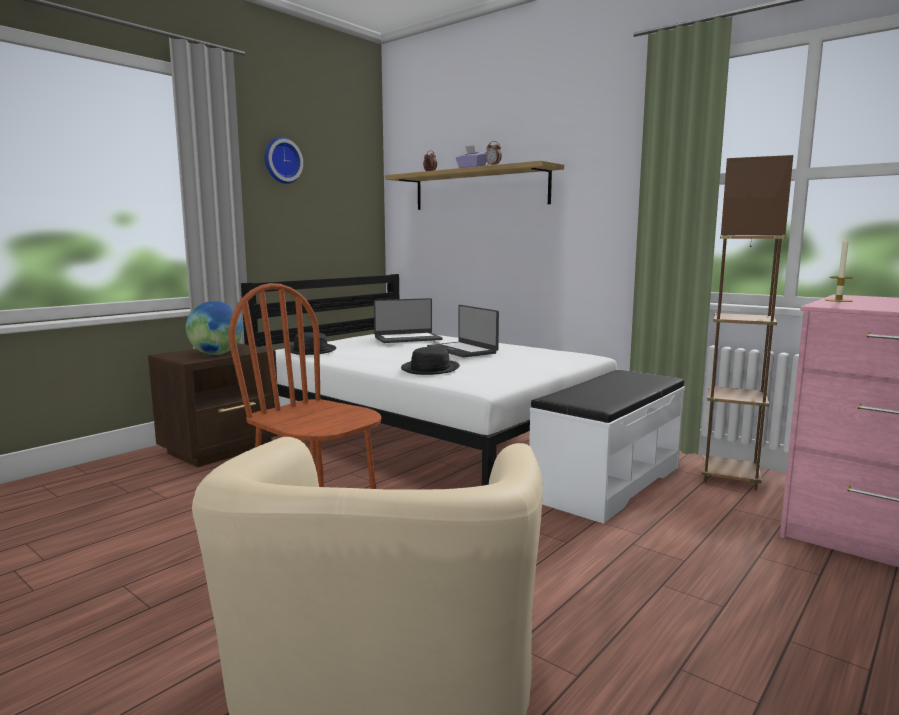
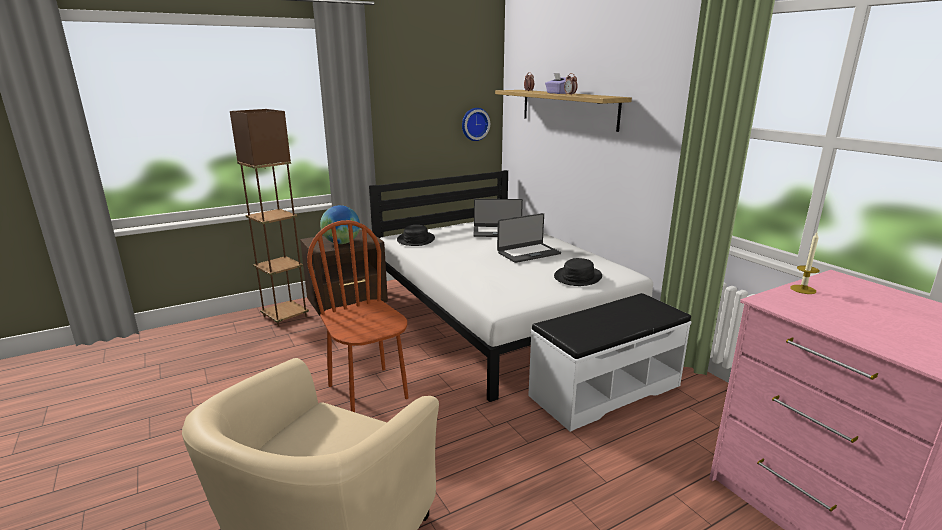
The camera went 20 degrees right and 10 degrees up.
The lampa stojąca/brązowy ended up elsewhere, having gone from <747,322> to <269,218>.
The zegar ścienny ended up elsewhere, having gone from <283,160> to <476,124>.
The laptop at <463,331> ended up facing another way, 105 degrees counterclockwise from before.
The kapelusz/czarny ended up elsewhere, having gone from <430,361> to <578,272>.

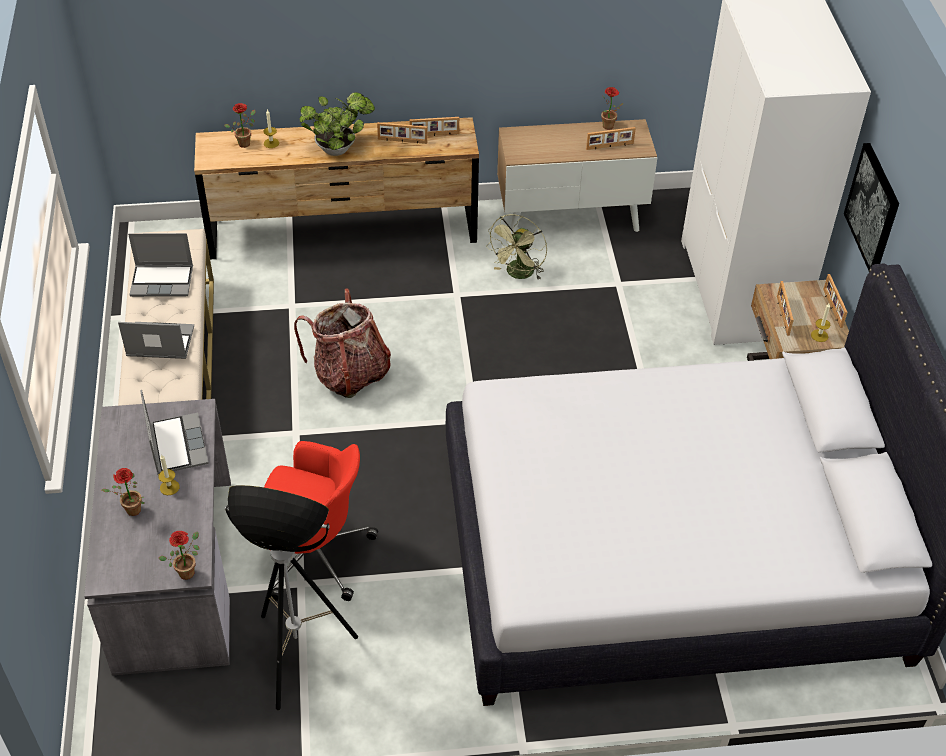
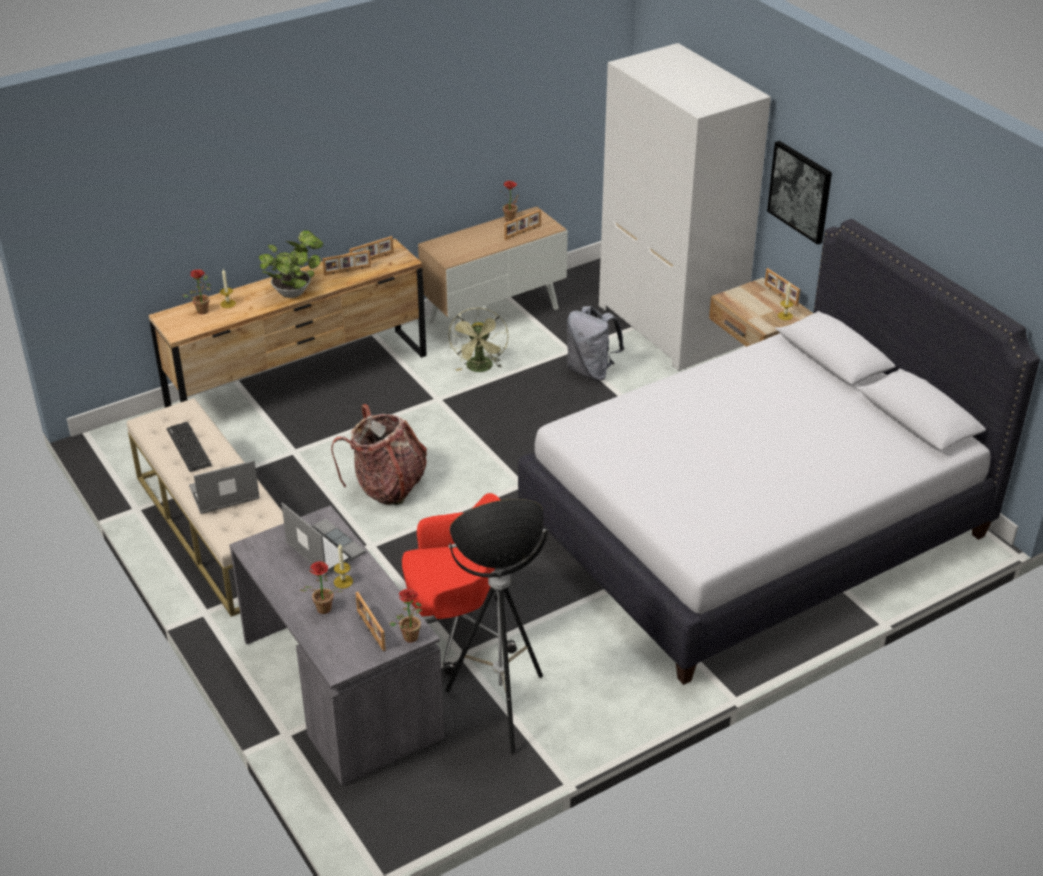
The camera went 25 degrees left and 10 degrees down.
Where the laptop stood at <160,265>, the klawiatura came to stand at <189,447>.
The ramka na zdjęcie ended up elsewhere, having gone from <785,308> to <371,621>.
The second view gained the plecak/szary at <595,343>.

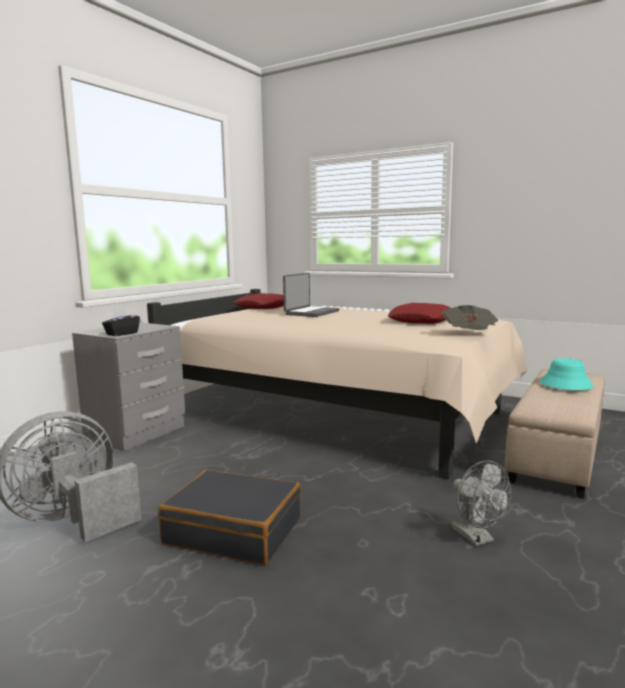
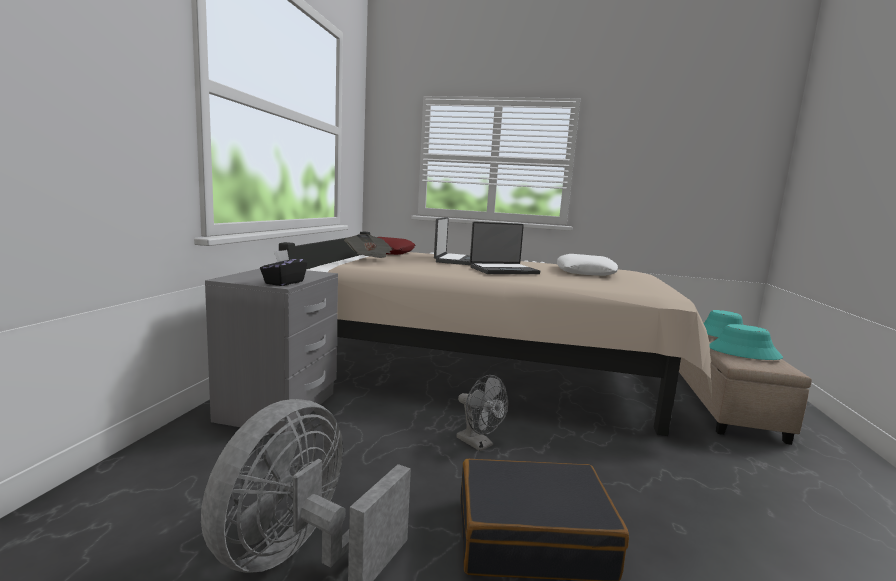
The camera went 20 degrees left and 0 degrees up.
The gazeta ended up elsewhere, having gone from <469,317> to <368,246>.
The wentylator/szary ended up elsewhere, having gone from <481,503> to <482,413>.
The second view gained the laptop at <505,248>.
What was the poduszka/czerwony at <419,313> turned into the poduszka/biały at <587,265>.
The second view gained the kapelusz/turkusowy at <746,342>.

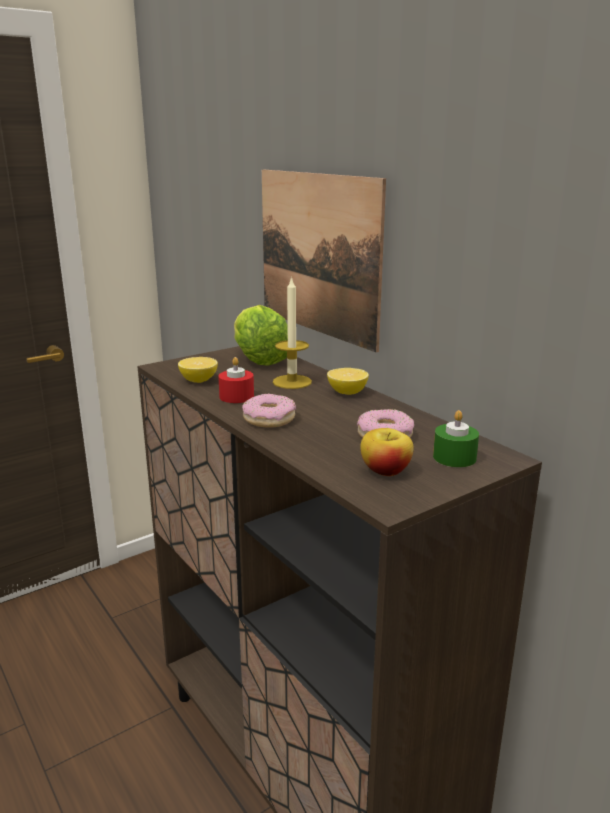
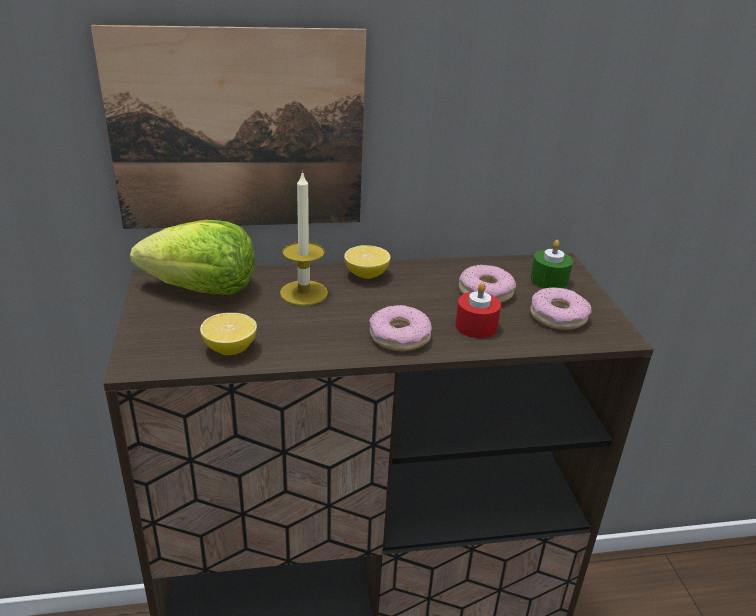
The camera went 65 degrees left and 10 degrees up.
The świeca/czerwony ended up elsewhere, having gone from <236,380> to <478,310>.
Where the jabłko stood at <387,452>, the donut came to stand at <560,308>.

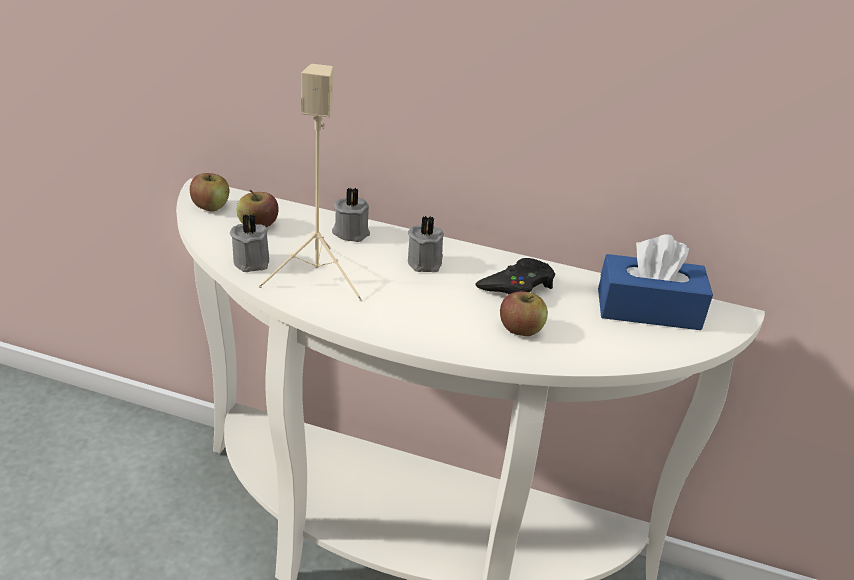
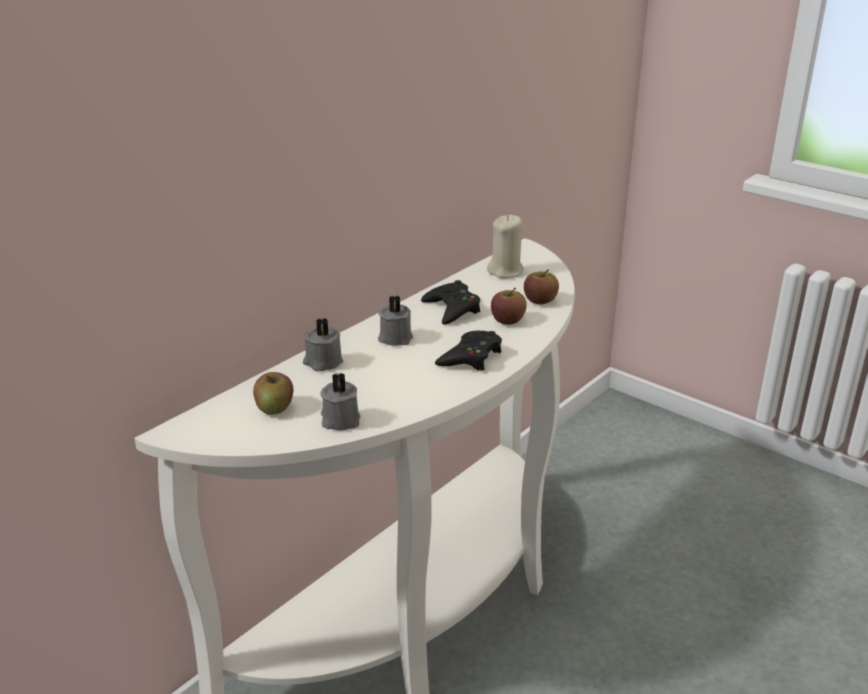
The camera went 65 degrees left and 5 degrees down.
The second view gained the pad do gier/czarny at <468,351>.
Where the pudełko chusteczek/niebieski stood at <655,282>, the świeca/beżowy came to stand at <505,246>.
The jabłko ended up elsewhere, having gone from <209,192> to <541,287>.
The second view lost the głośnik/beżowy at <310,182>.

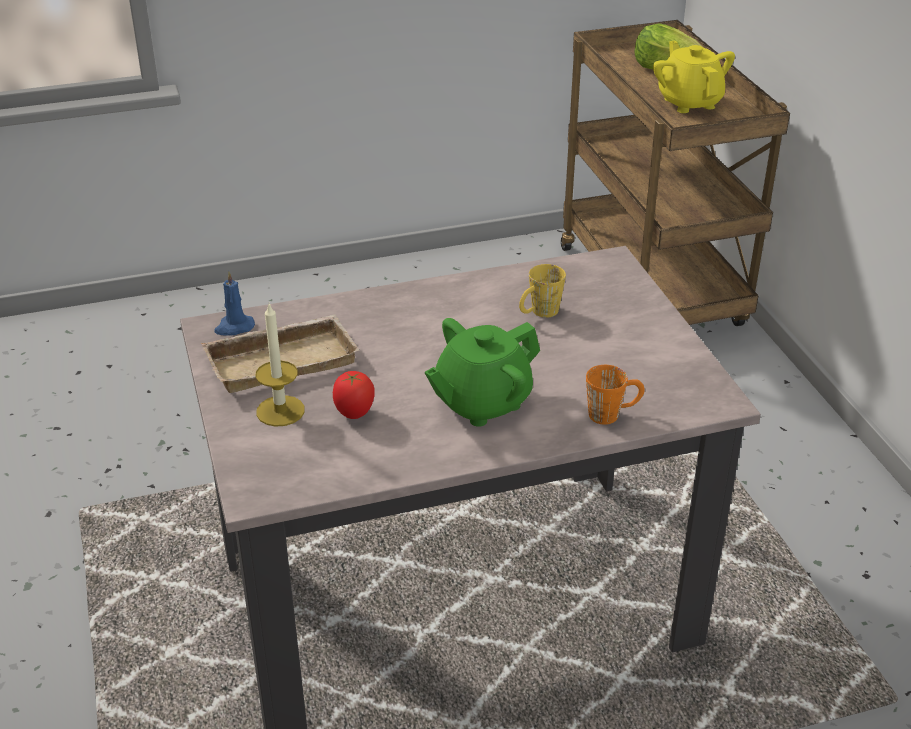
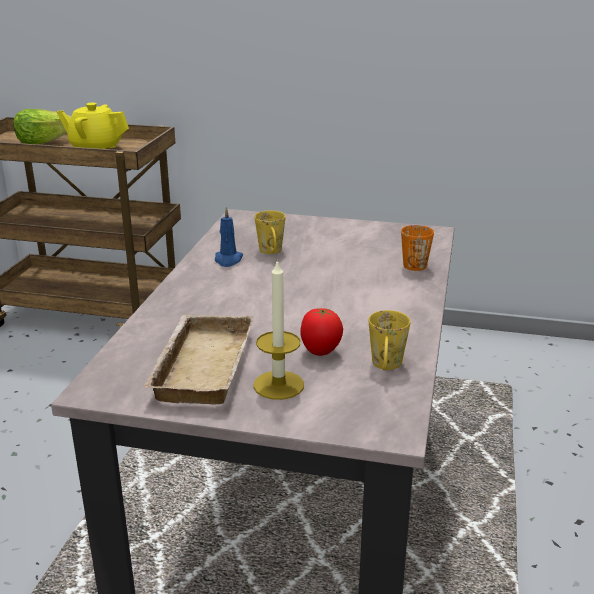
The camera went 60 degrees left and 10 degrees down.
The świeca/niebieski ended up elsewhere, having gone from <234,303> to <229,237>.
The second view gained the kubek/żółty at <390,340>.
The second view lost the imbryk/zielony at <482,372>.

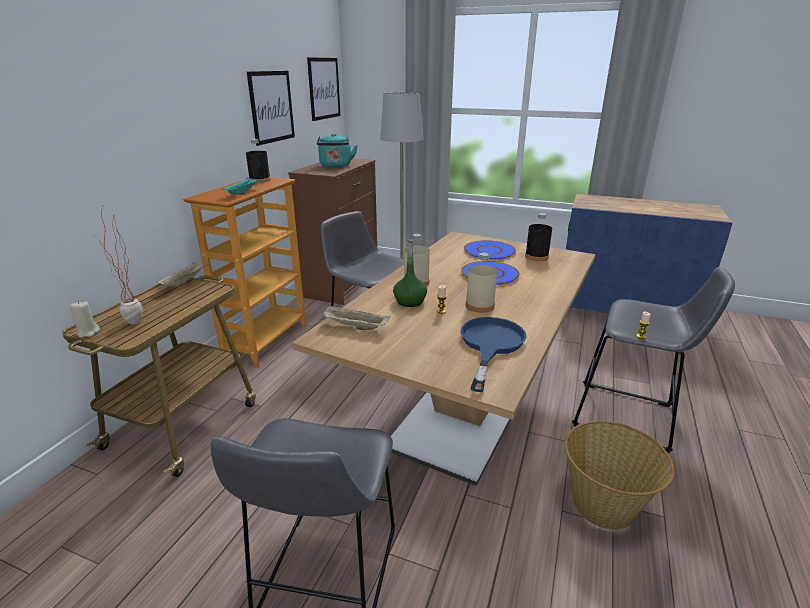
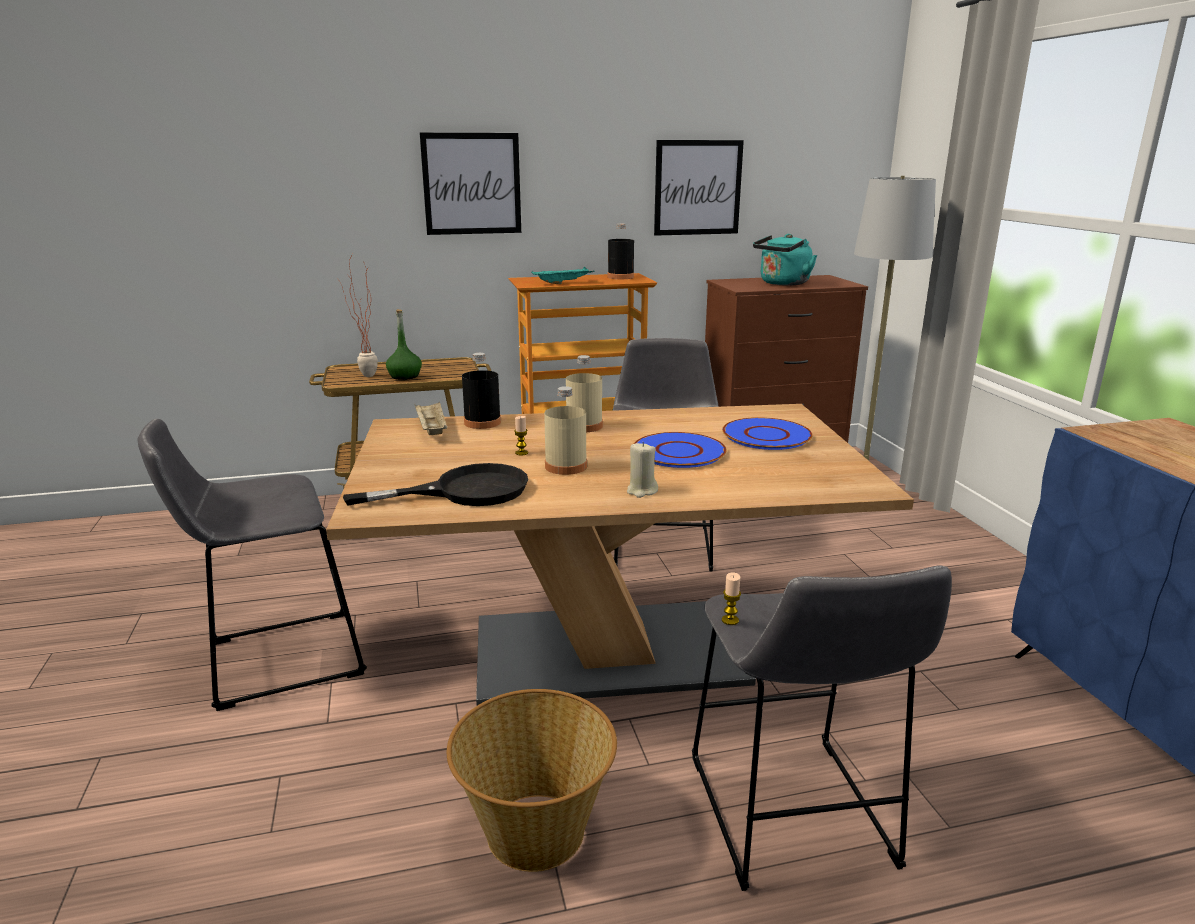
The camera went 55 degrees right and 5 degrees down.
What was the patelnia/niebieski at <493,354> turned into the patelnia/czarny at <435,484>.
The butelka/zielony ended up elsewhere, having gone from <410,273> to <404,344>.
The obraz ended up elsewhere, having gone from <324,89> to <470,184>.
The butelka/czarny ended up elsewhere, having gone from <538,237> to <481,391>.
The świeca/beżowy ended up elsewhere, having gone from <84,319> to <642,470>.
The second view lost the taca/beżowy at <182,274>.

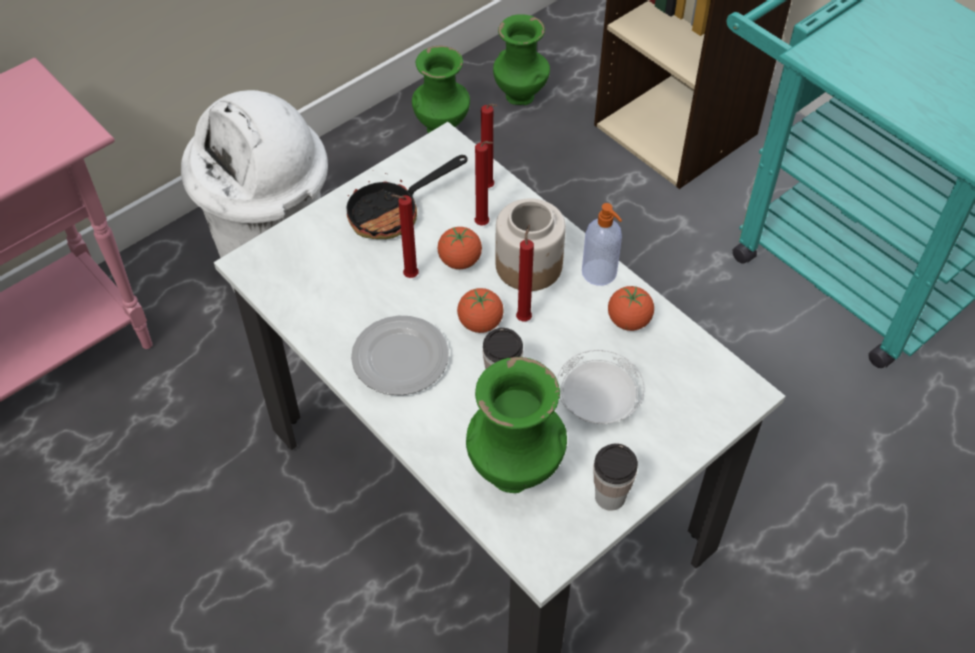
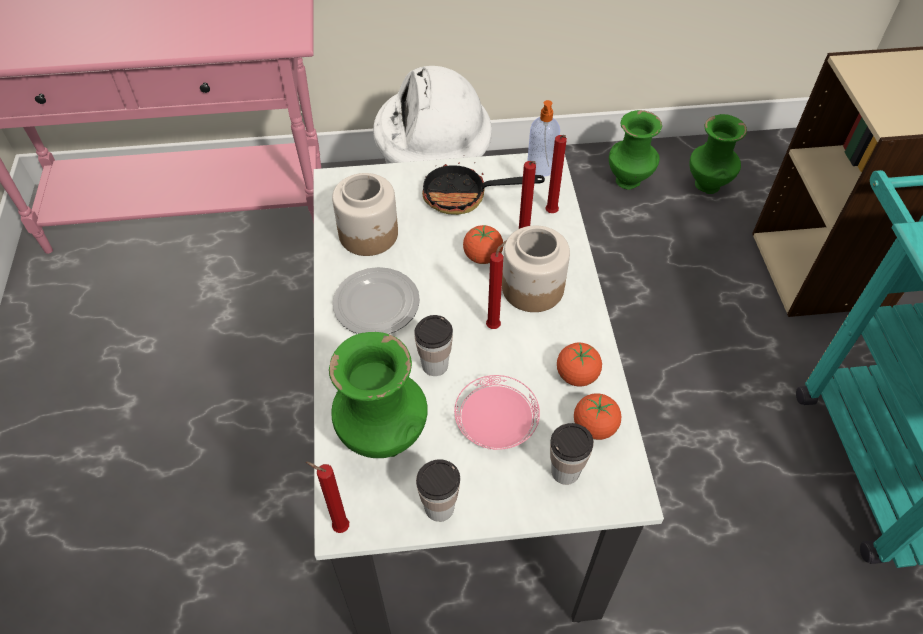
The camera went 35 degrees right and 0 degrees up.
The świeca/czerwony ended up elsewhere, having gone from <405,236> to <327,497>.
The second view gained the słoik at <365,214>.
What was the talerz/biały at <601,387> turned into the talerz/różowy at <497,412>.
The dozownik mydła ended up elsewhere, having gone from <602,244> to <543,138>.
The second view gained the filiżanka at <572,454>.
The pomidor ended up elsewhere, having gone from <480,310> to <597,416>.

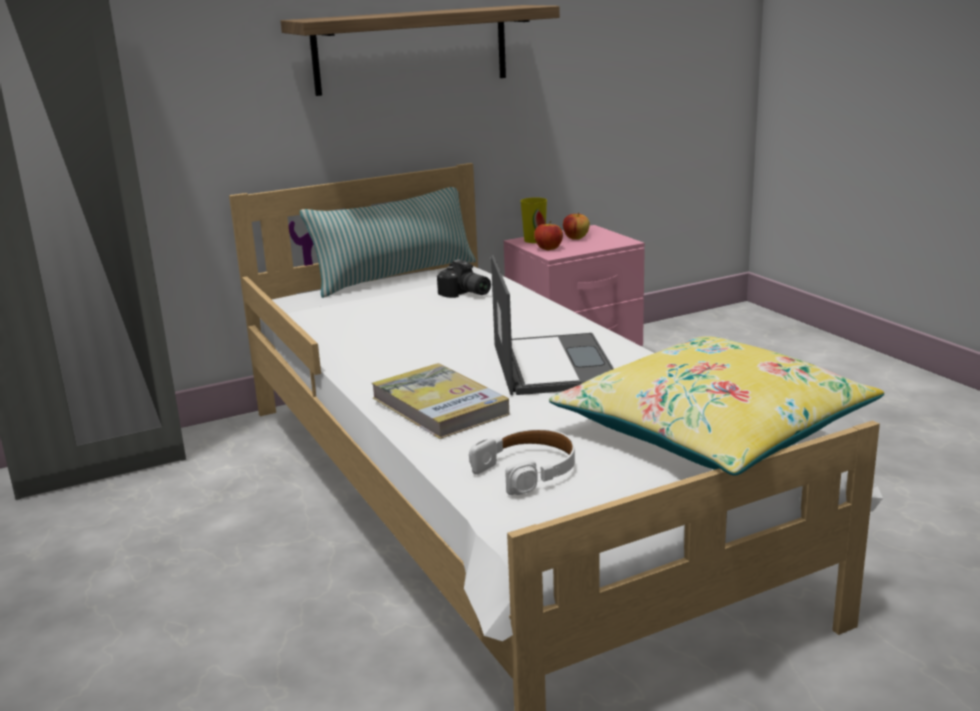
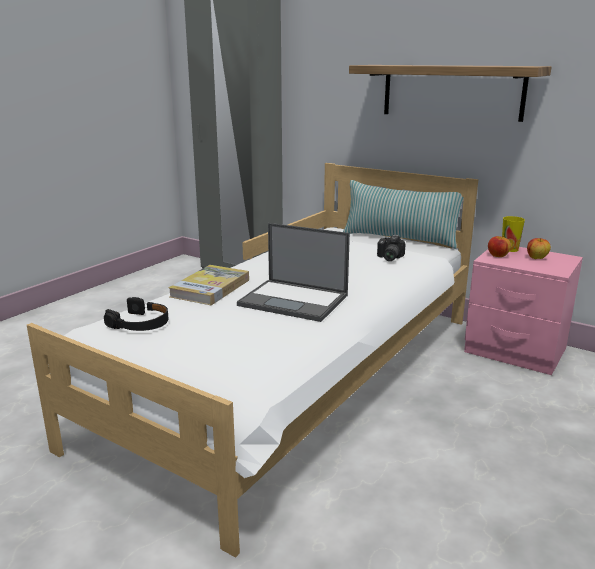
The camera went 60 degrees right and 0 degrees up.
What was the słuchawki/biały at <522,462> turned into the słuchawki/czarny at <136,314>.
The laptop at <552,325> ended up facing another way, 60 degrees clockwise from before.
The second view lost the poduszka/żółty at <717,405>.

